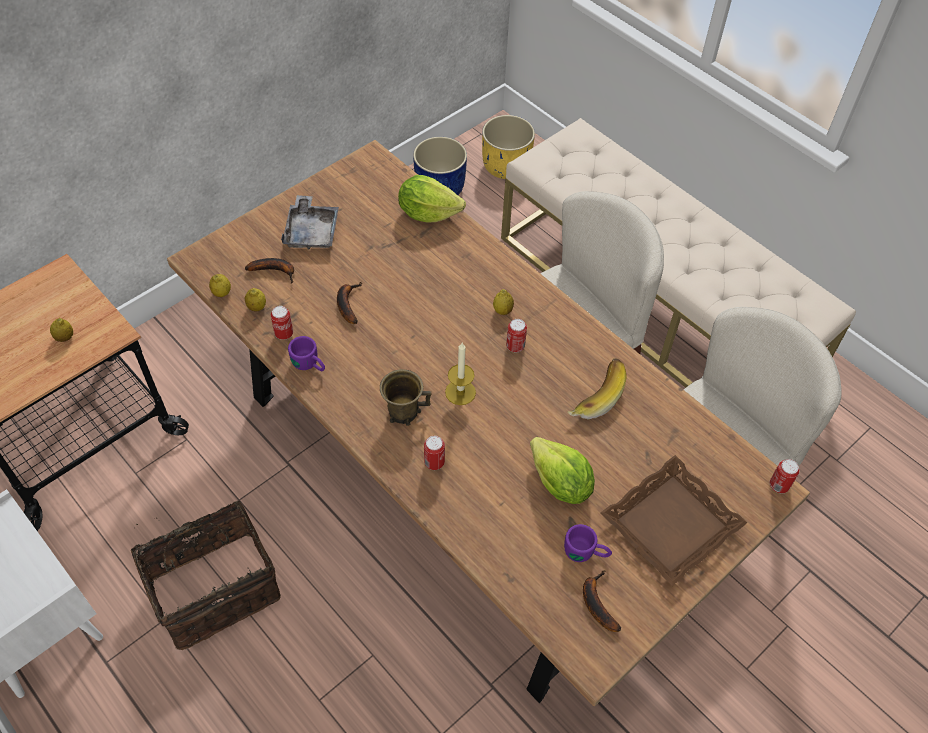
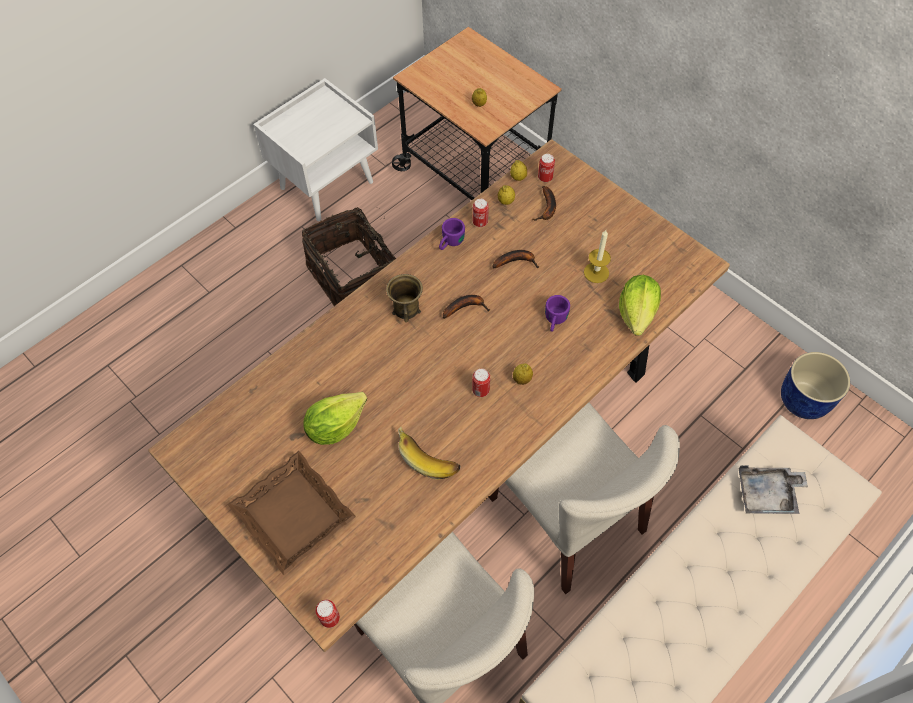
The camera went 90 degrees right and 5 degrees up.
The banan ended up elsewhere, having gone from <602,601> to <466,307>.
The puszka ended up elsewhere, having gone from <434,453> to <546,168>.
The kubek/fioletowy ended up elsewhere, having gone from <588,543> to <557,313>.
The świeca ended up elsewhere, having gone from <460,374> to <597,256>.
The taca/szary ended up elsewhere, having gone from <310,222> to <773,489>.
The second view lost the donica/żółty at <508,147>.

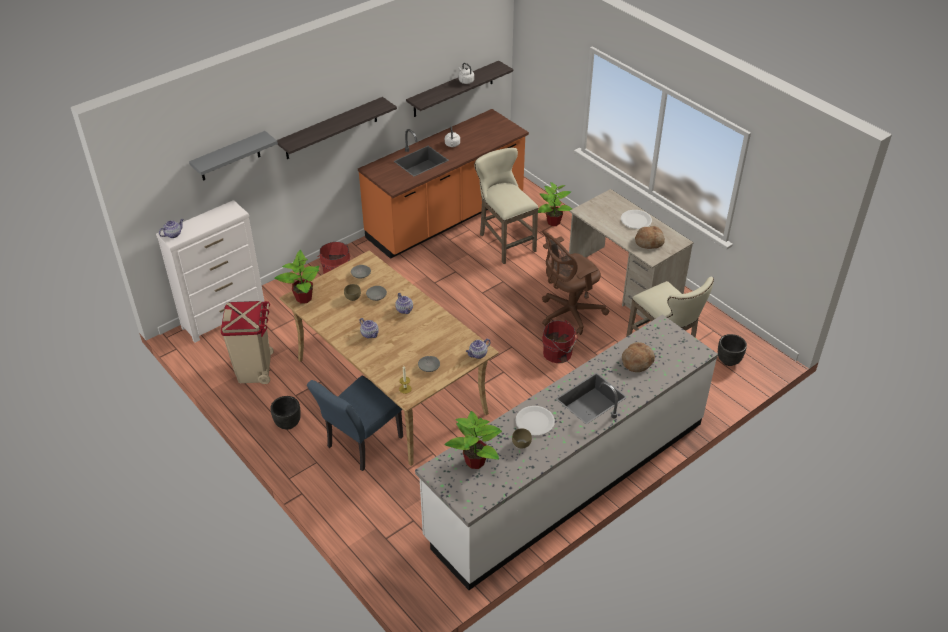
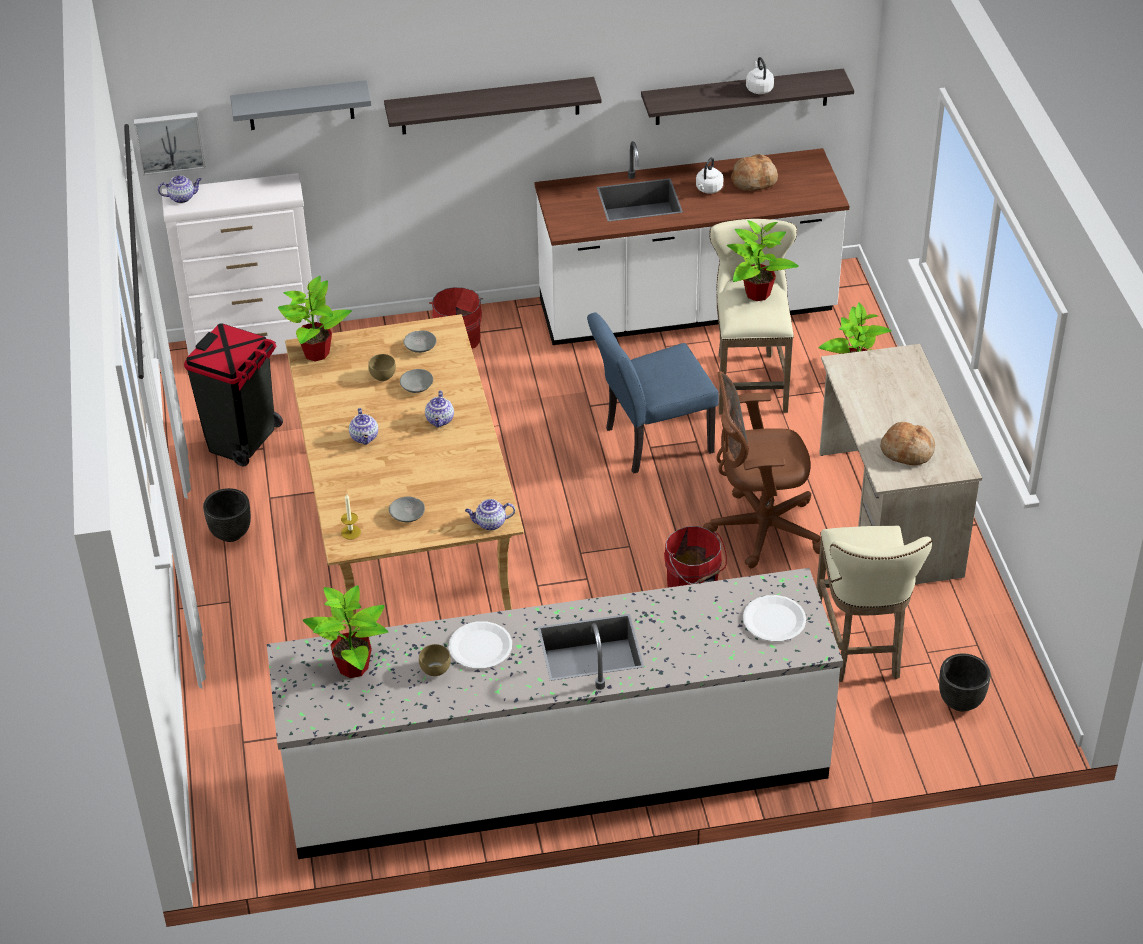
The camera went 30 degrees right and 0 degrees up.
The second view gained the obraz at <169,144>.
What was the kosz na śmieci/beżowy at <247,342> turned into the kosz na śmieci/czarny at <233,394>.
What was the zabudowa kuchenna/pomarańczowy at <443,184> turned into the zabudowa kuchenna/biały at <692,243>.
The krzesło/niebieski ended up elsewhere, having gone from <355,423> to <653,392>.
The second view gained the roślina doniczkowa at <763,260>.
The chleb ended up elsewhere, having gone from <638,357> to <754,172>.
The talerz/biały ended up elsewhere, having gone from <636,219> to <774,618>.

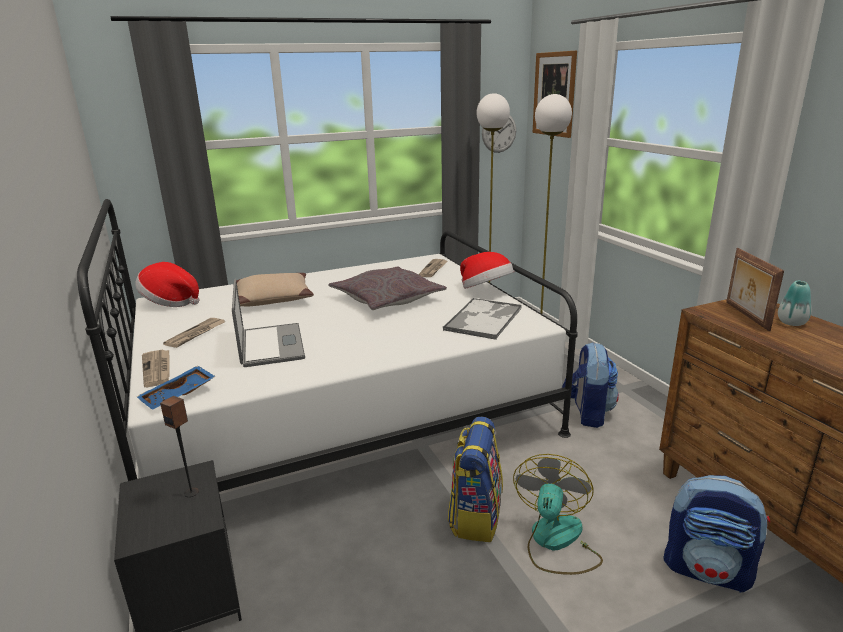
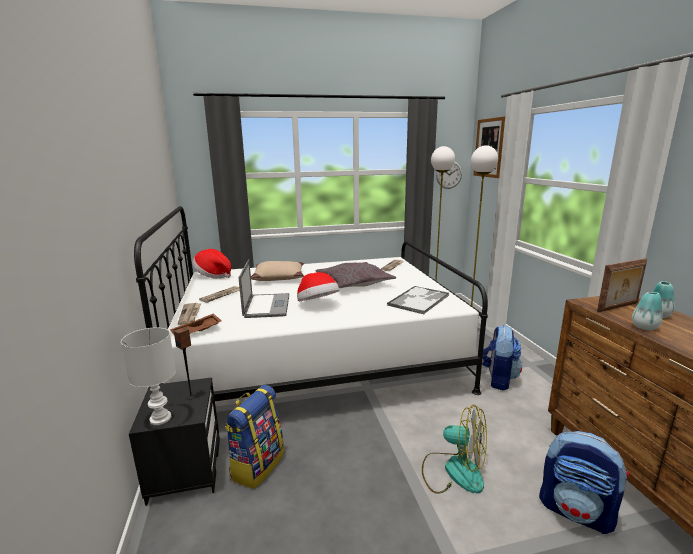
The camera went 10 degrees right and 5 degrees down.
The second view gained the lampa stołowa/biały at <148,376>.
What was the taca/niebieski at <176,387> turned into the taca/brązowy at <195,324>.
The plecak ended up elsewhere, having gone from <475,479> to <254,437>.
The kapelusz ended up elsewhere, having gone from <487,270> to <318,286>.
The wentylator at <558,514> ended up facing another way, 90 degrees clockwise from before.
The ramka na zdjęcie at <755,289> ended up facing another way, 120 degrees counterclockwise from before.
The second view gained the wazon at <647,311>.

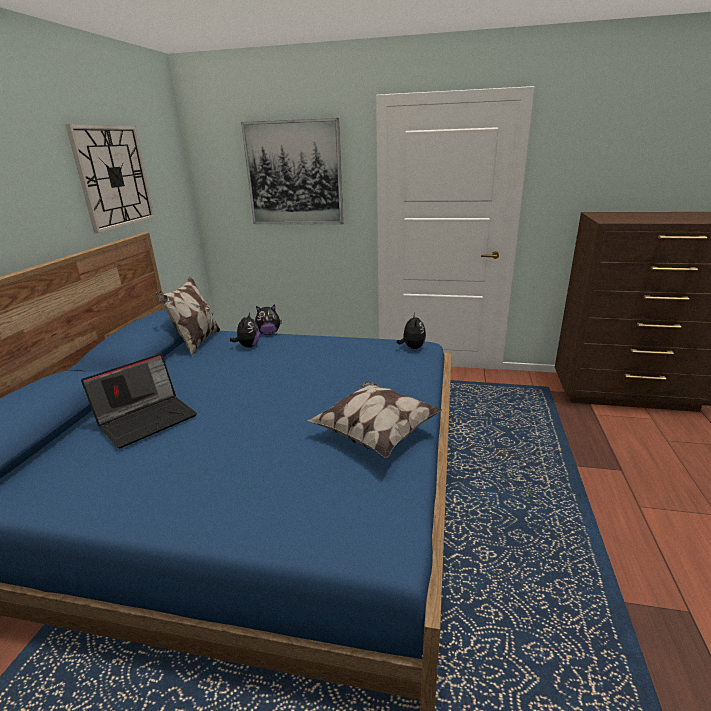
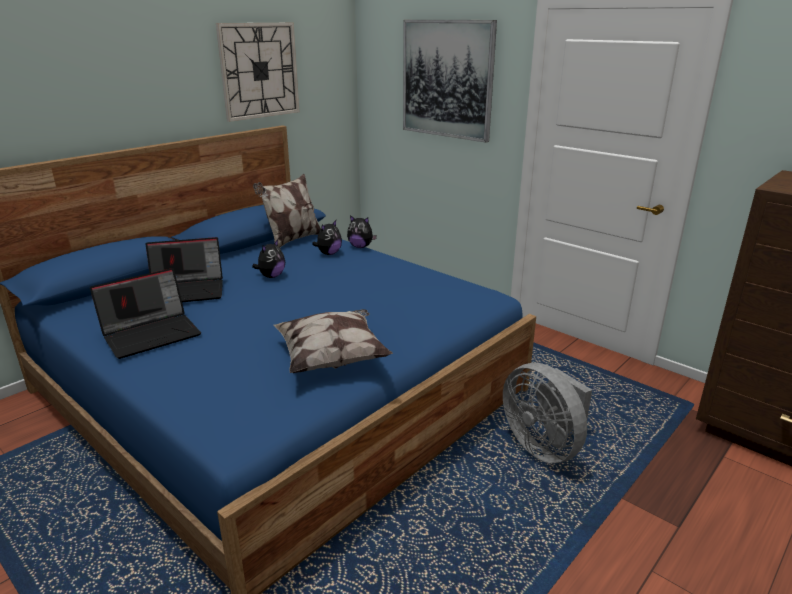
The camera went 30 degrees right and 0 degrees up.
The second view gained the laptop at <145,313>.
The pluszak ended up elsewhere, having gone from <411,331> to <268,258>.
The second view gained the wentylator/szary at <547,413>.

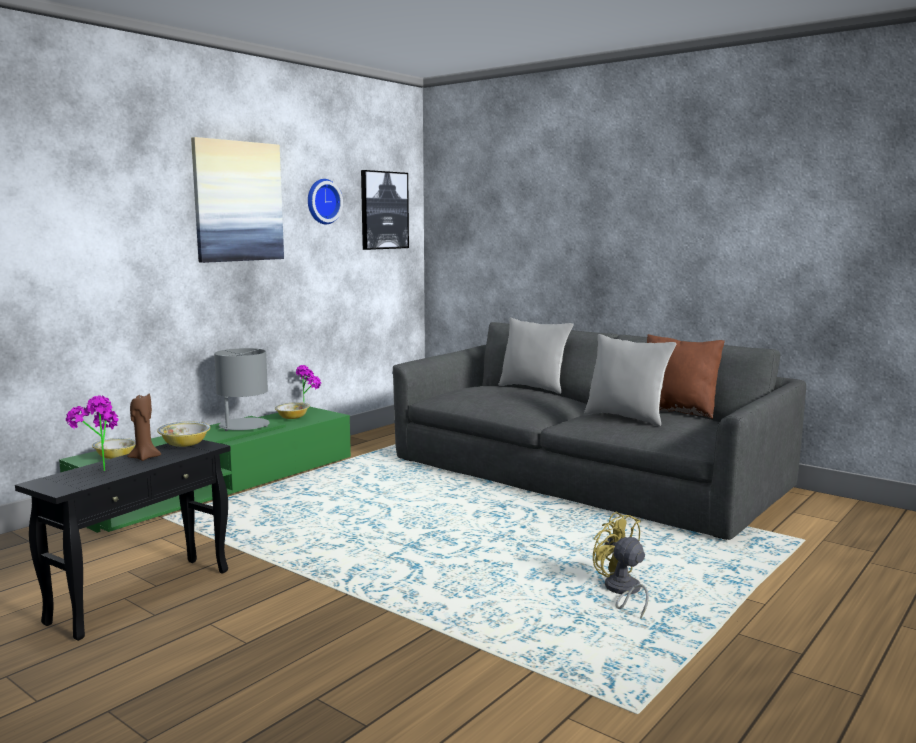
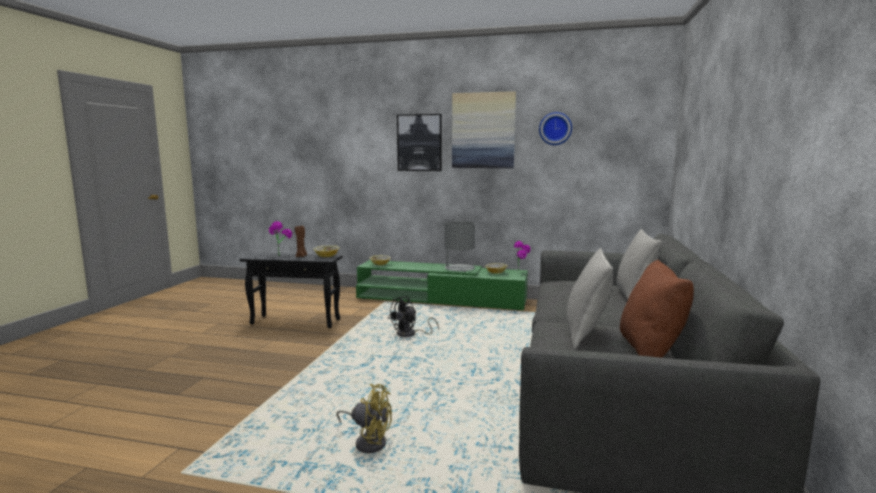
The camera went 65 degrees right and 0 degrees up.
The wentylator/żółty at <621,565> ended up facing another way, 75 degrees clockwise from before.
The second view gained the wentylator/czarny at <413,316>.
The obraz ended up elsewhere, having gone from <385,210> to <419,142>.

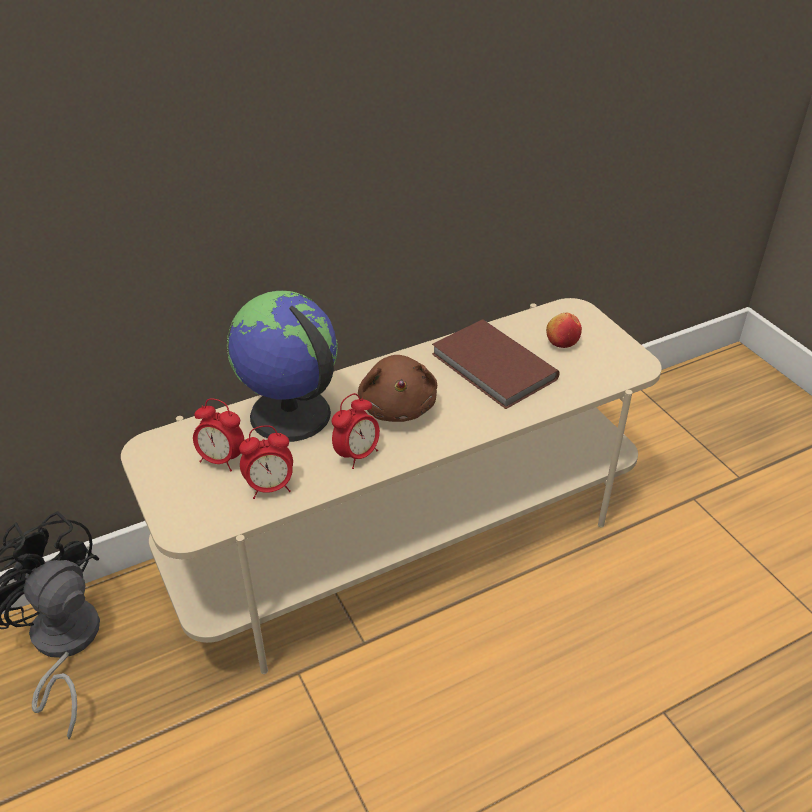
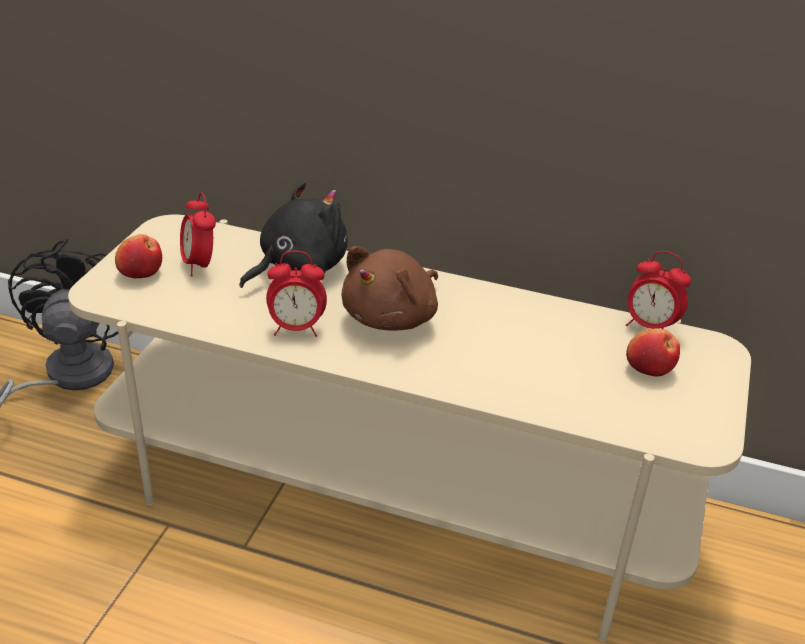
The camera went 45 degrees right and 5 degrees down.
The second view gained the jabłko at <138,256>.
Where the globus stood at <282,366>, the pluszak/czarny came to stand at <293,234>.
The budzik ended up elsewhere, having gone from <266,462> to <658,290>.
The second view lost the książka/brązowy at <496,364>.

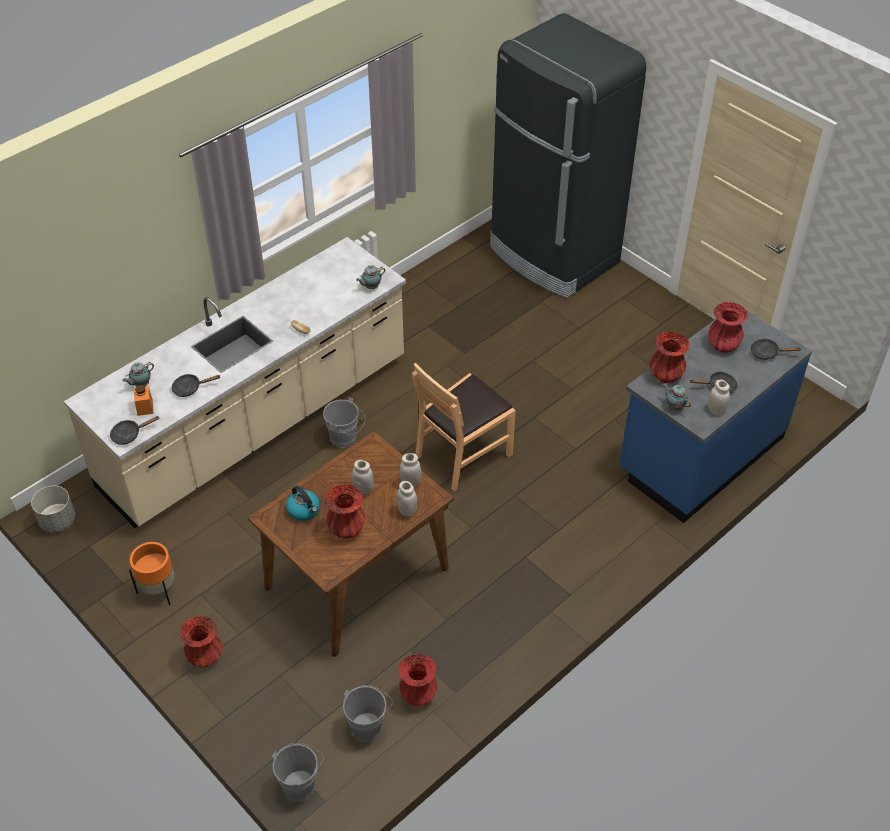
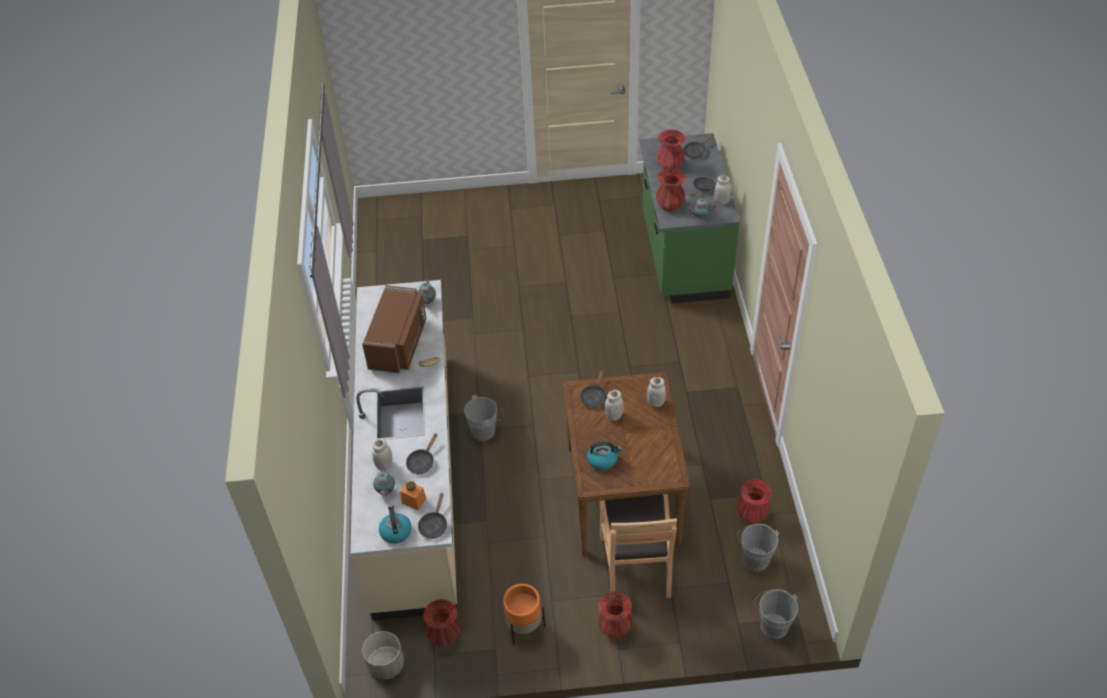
The camera went 50 degrees left and 0 degrees up.
The second view gained the mikrofalówka/brązowy at <394,329>.
The słoik/biały ended up elsewhere, having gone from <410,470> to <382,454>.
The second view gained the czajnik at <395,524>.
The wazon/czerwony ended up elsewhere, having gone from <345,511> to <441,622>.
The second view gained the patelnia/czarny at <593,389>.
The krzesło/brązowy ended up elsewhere, having gone from <464,427> to <638,546>.
What was the zabudowa kuchenna/niebieski at <716,416> turned into the zabudowa kuchenna/zielony at <690,218>.
The second view lost the lodówka/czarny at <568,155>.

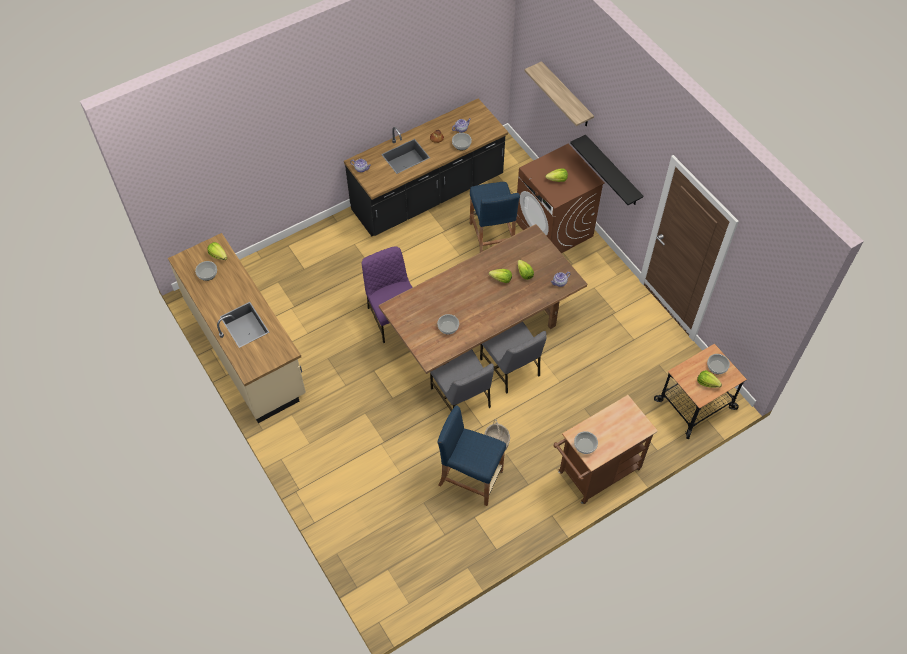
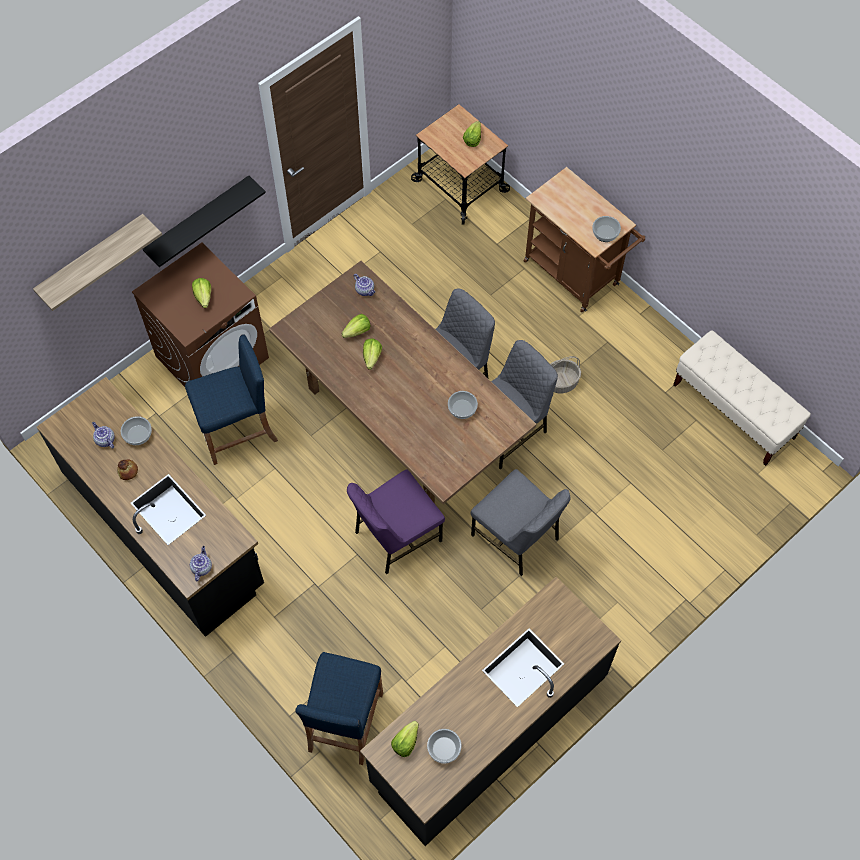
The camera went 100 degrees left and 5 degrees up.
The stołek/niebieski ended up elsewhere, having gone from <472,455> to <339,708>.
What was the zabudowa kuchenna/beżowy at <237,328> turned into the zabudowa kuchenna/czarny at <490,711>.
The second view gained the krzesło/szary at <521,522>.
The second view gained the ławka/beżowy at <742,398>.
The second view lost the miska at <718,364>.

